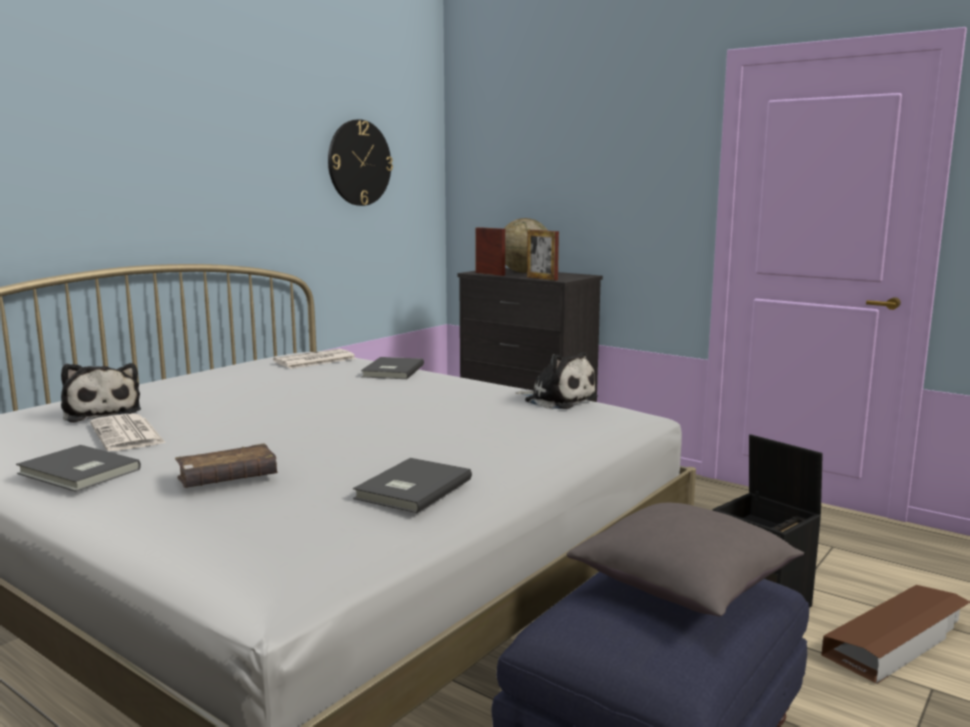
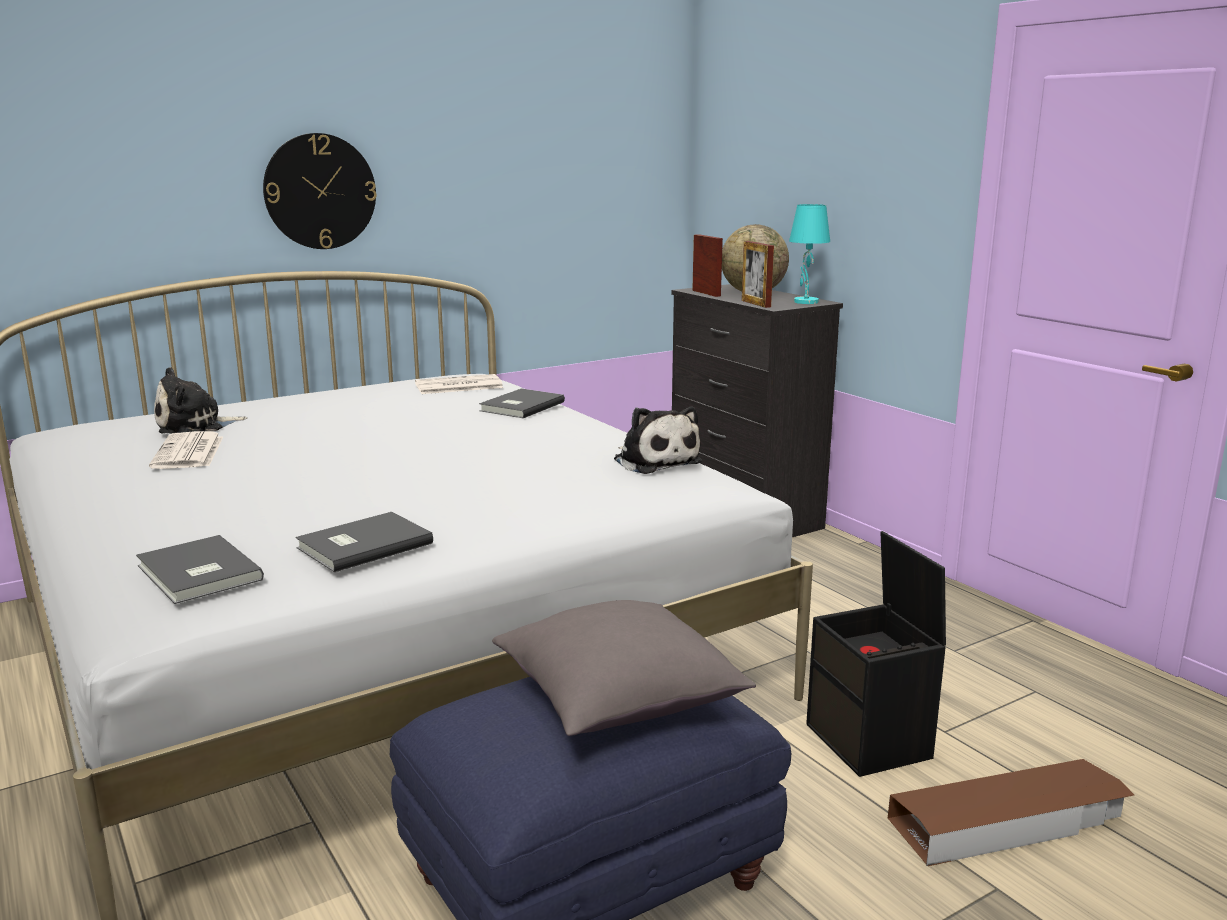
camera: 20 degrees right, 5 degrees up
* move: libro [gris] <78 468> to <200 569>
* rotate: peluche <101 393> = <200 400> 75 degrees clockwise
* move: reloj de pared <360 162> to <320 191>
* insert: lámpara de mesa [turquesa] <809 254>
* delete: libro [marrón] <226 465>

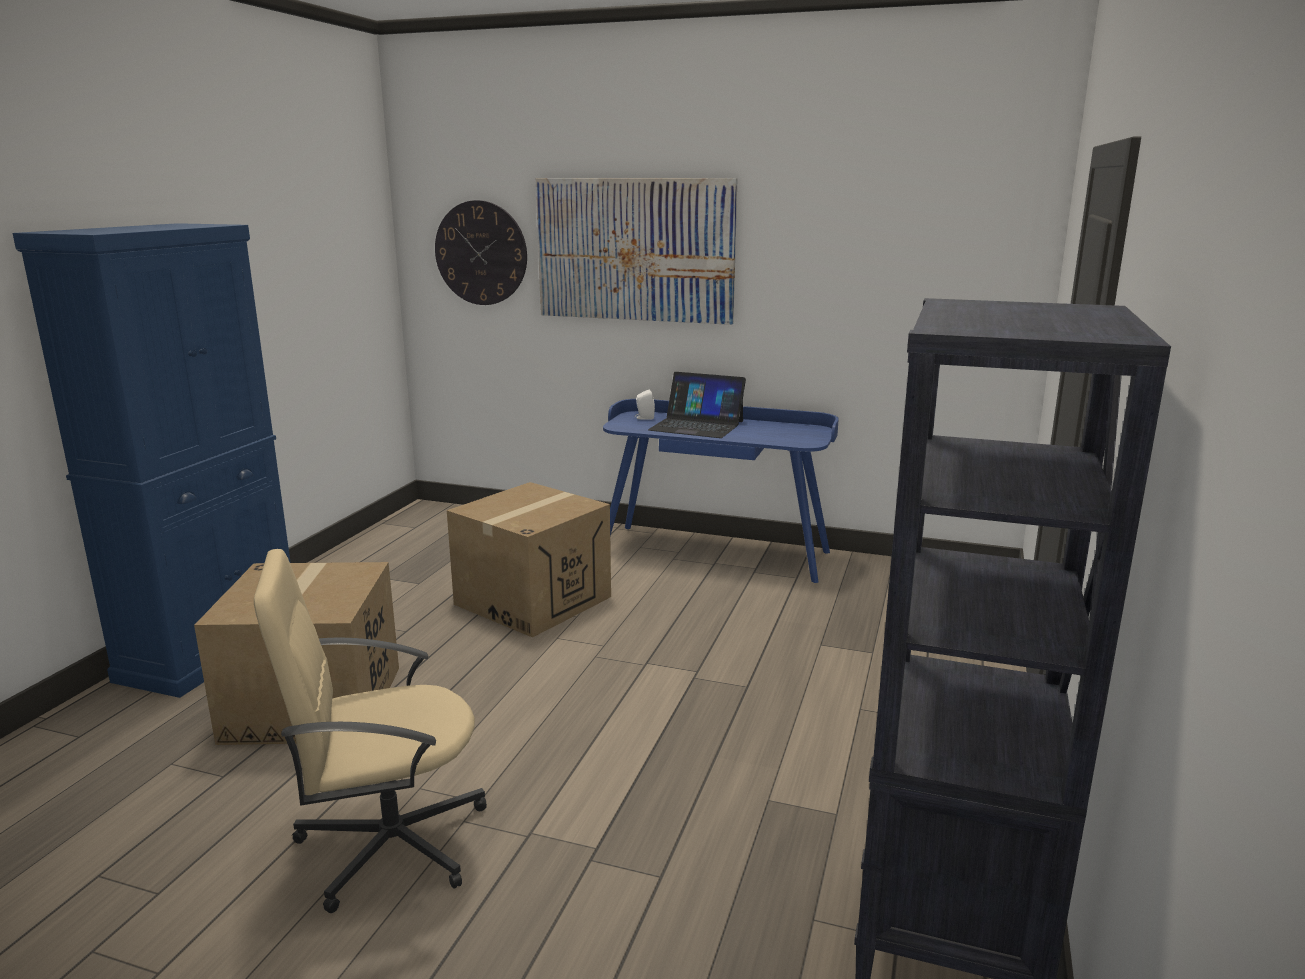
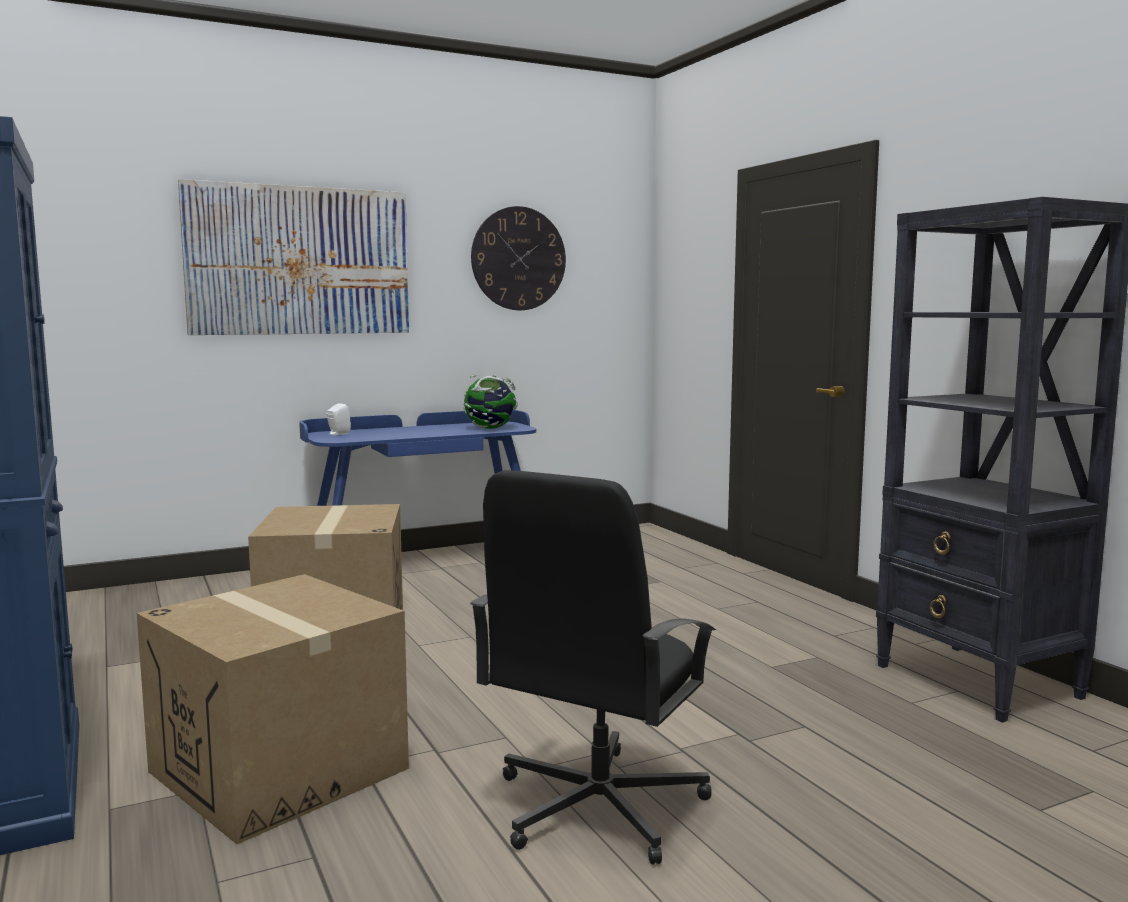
camera: 45 degrees left, 10 degrees down
* insert: globo terráqueo <490 401>
* recolor: silla de oficina [beis] <370 731> to silla de oficina [negro] <593 667>
* move: reloj de pared <481 252> to <518 258>
* delete: portátil <697 405>

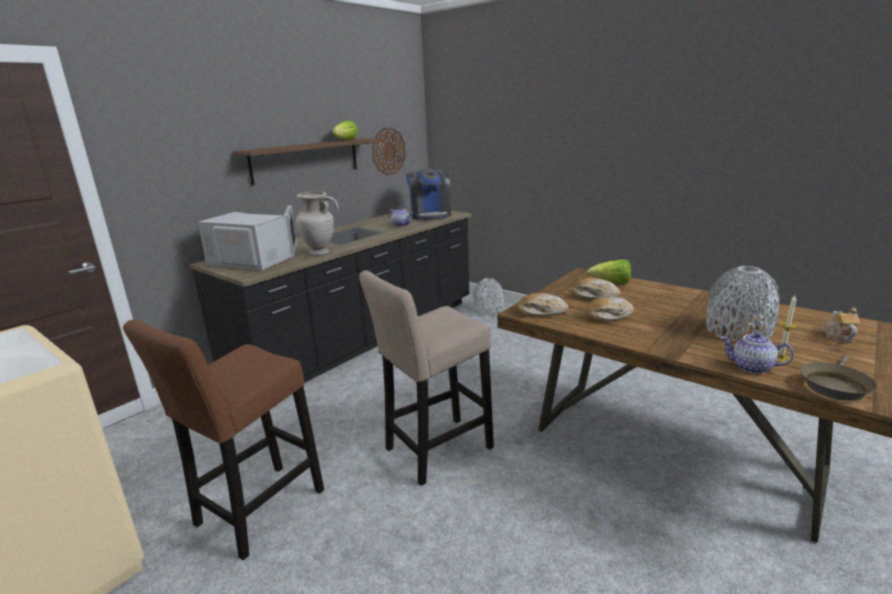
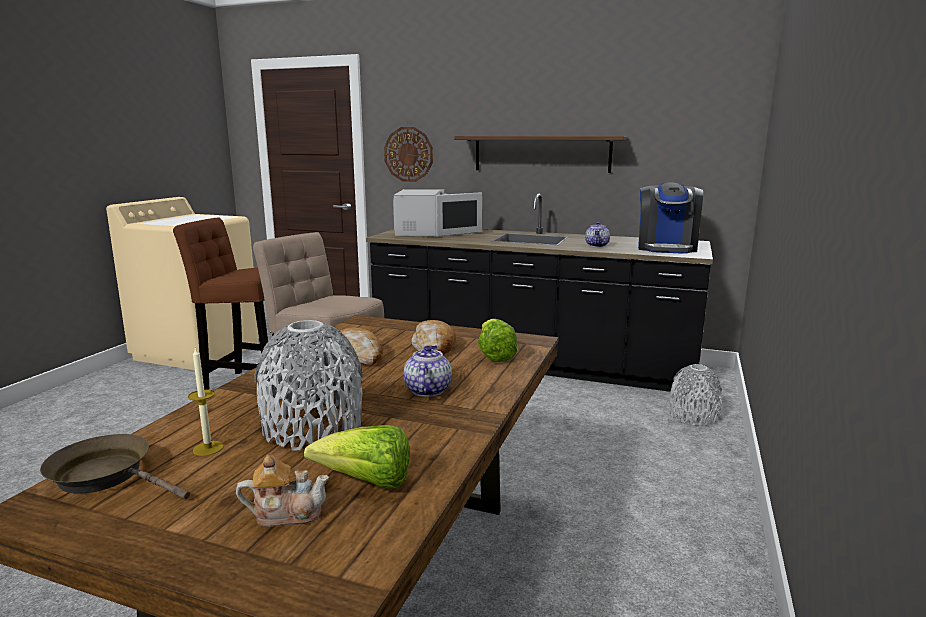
camera: 70 degrees right, 5 degrees down
* move: lechuga <345 130> to <357 457>
* move: reloj de pared <389 151> to <408 154>
* move: tetera <757 353> to <428 371>
* rotate: cafetera <428 194> = <670 218> 45 degrees counterclockwise
* delete: florero [beis] <315 223>
* delete: pan <543 304>

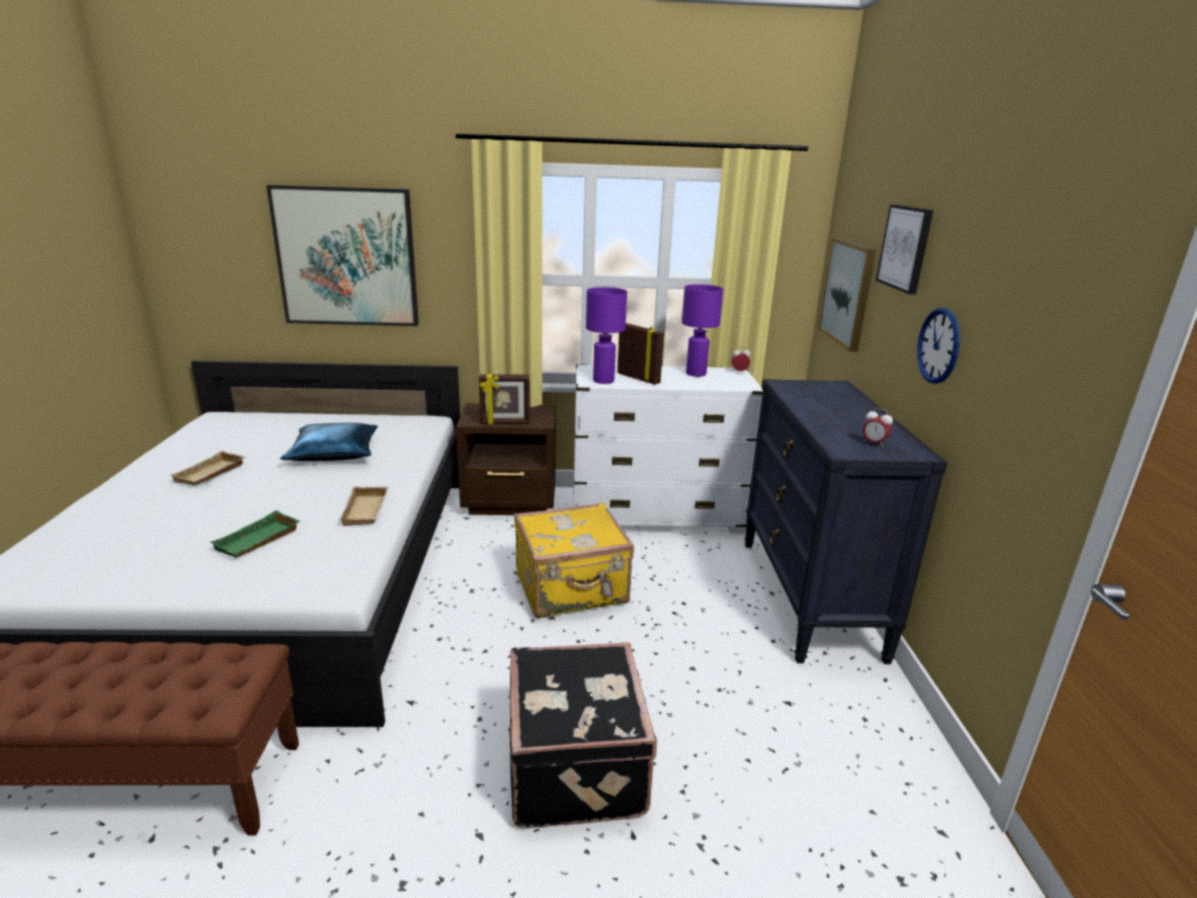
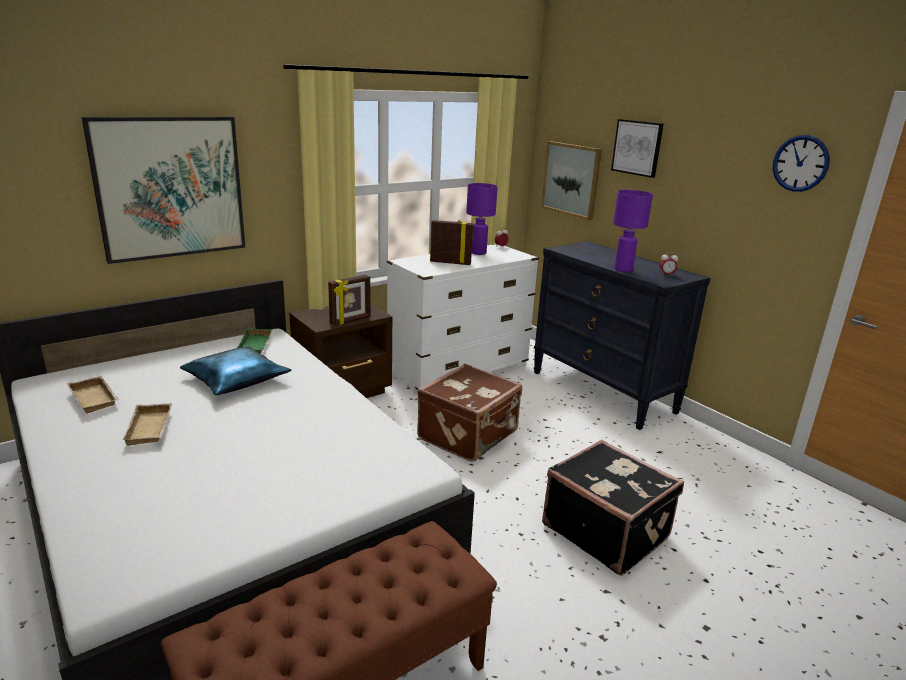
camera: 35 degrees left, 0 degrees up
* move: bandeja [beis] <363 506> to <93 395>
* move: bandeja [verde] <255 534> to <254 340>
* recolor: maleta [amarillo] <574 560> to maleta [marrón] <469 413>
* move: lámpara de mesa [morado] <606 335> to <633 231>
* move: reloj de pared <938 346> to <801 163>

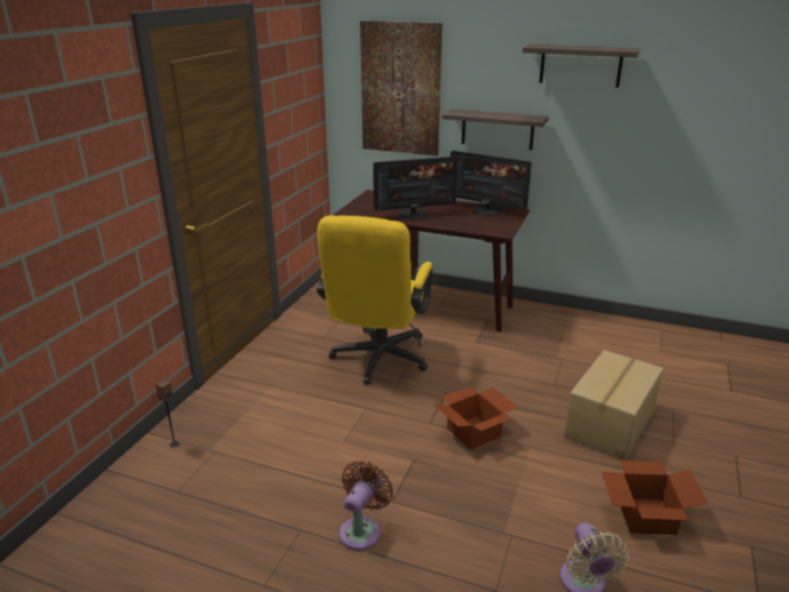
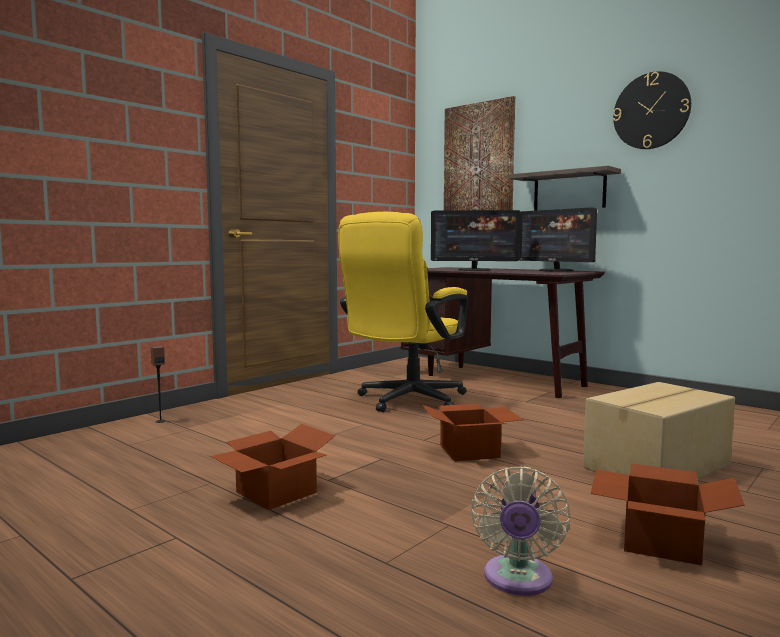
camera: 20 degrees right, 20 degrees down
* replace: ventilador [marrón] <366 506> to caja de cartón <273 467>
* replace: estante <581 66> to reloj de pared <652 110>

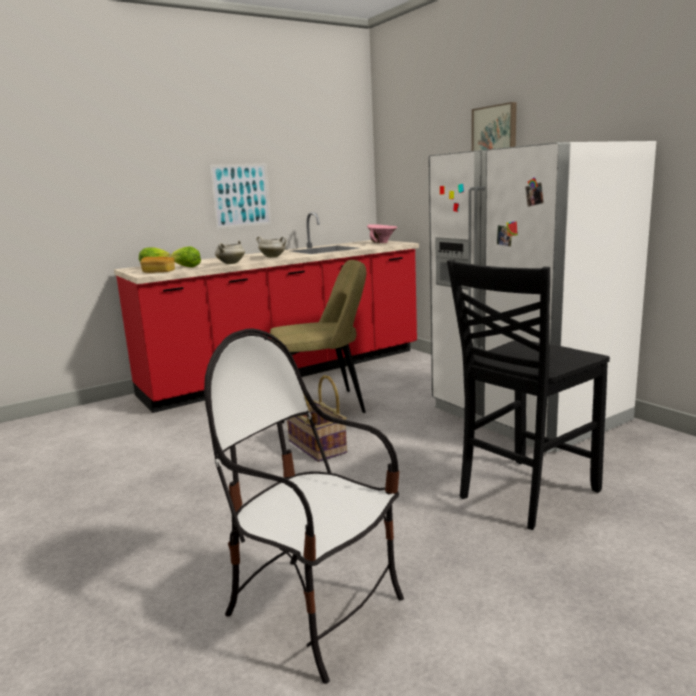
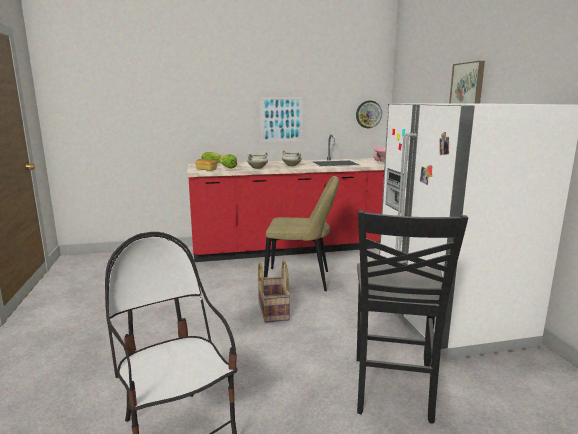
camera: 20 degrees right, 0 degrees up
* insert: reloj de pared <369 114>
* rotate: silla [negro] <528 394> = <412 317> 60 degrees counterclockwise

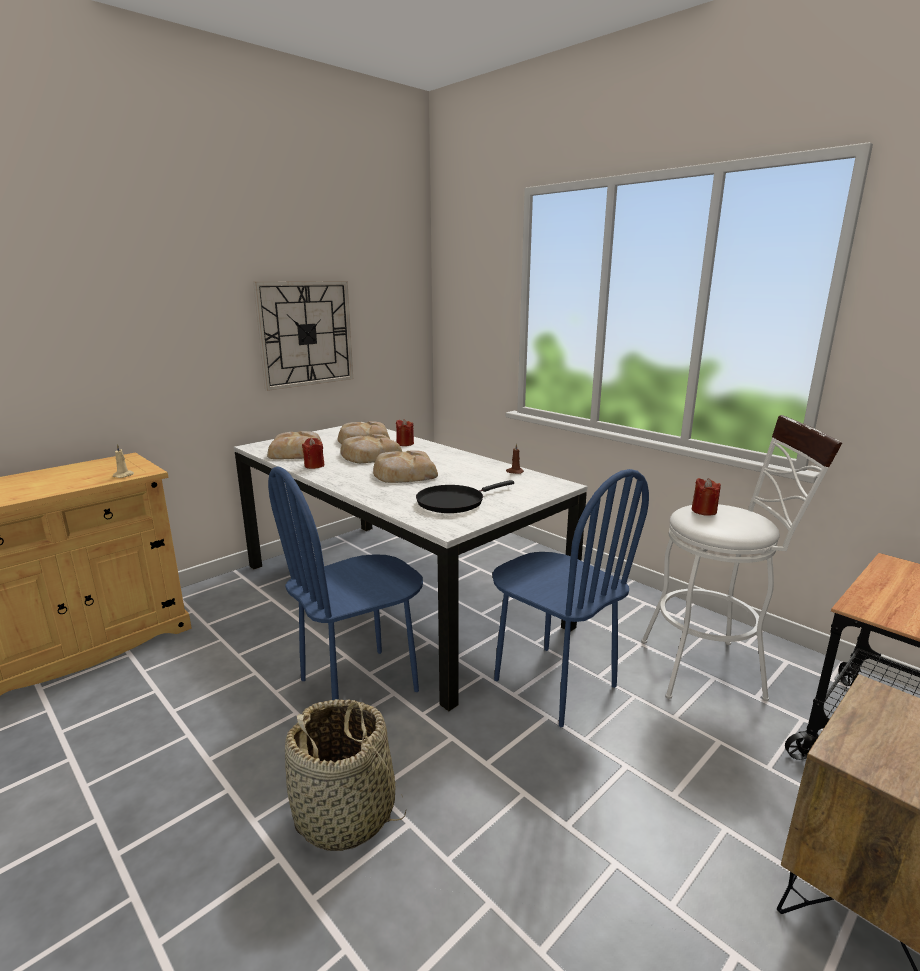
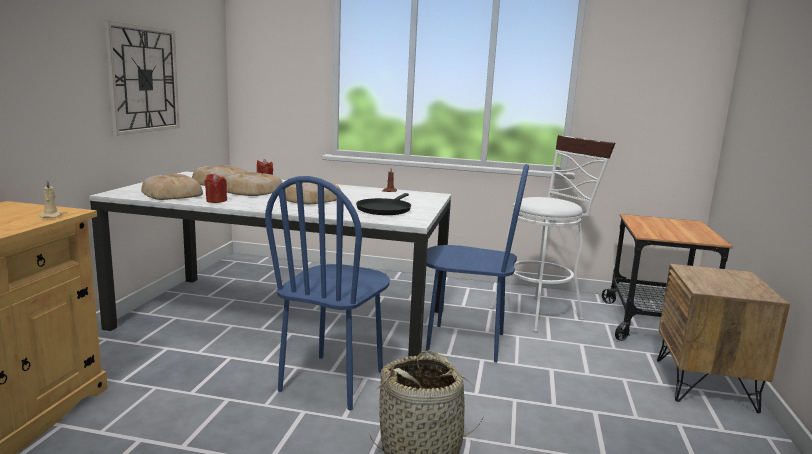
camera: 35 degrees left, 5 degrees down
* delete: vela [rojo] <706 497>

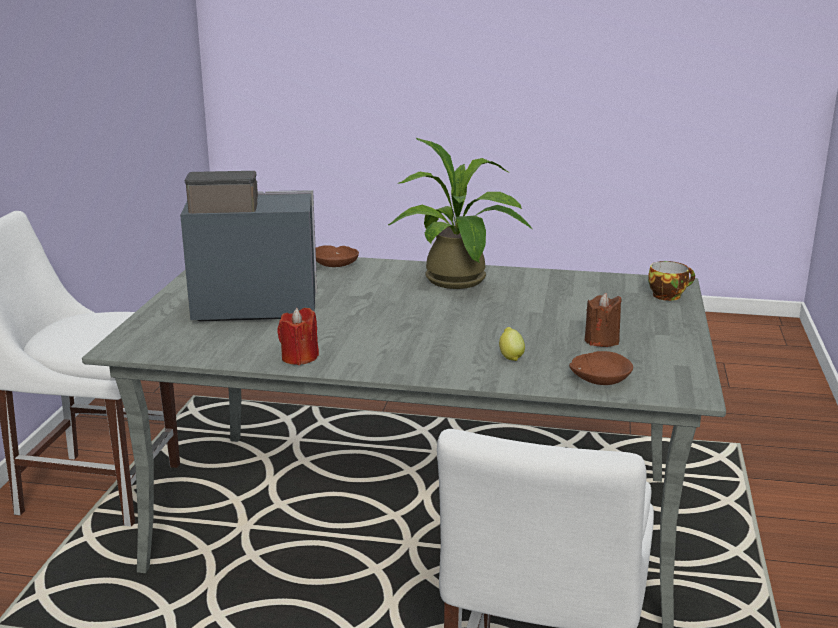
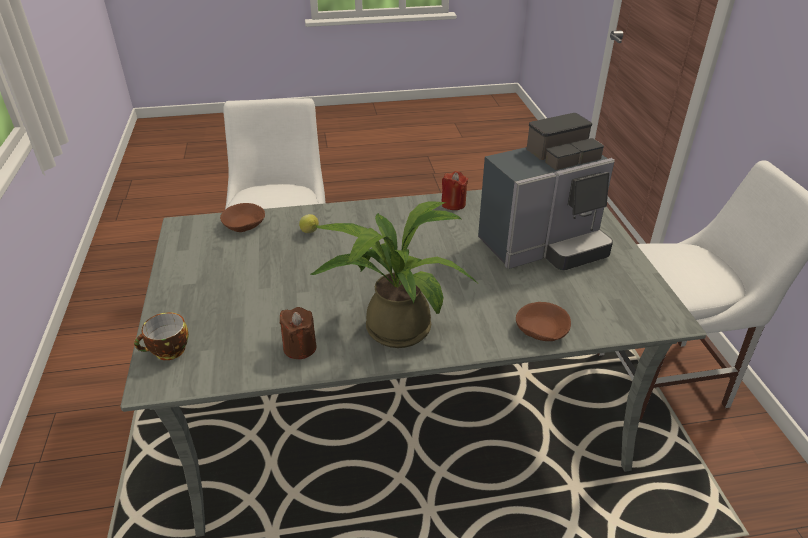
camera: 160 degrees right, 15 degrees up
* move: vela [marrón] <603 320> to <298 333>

